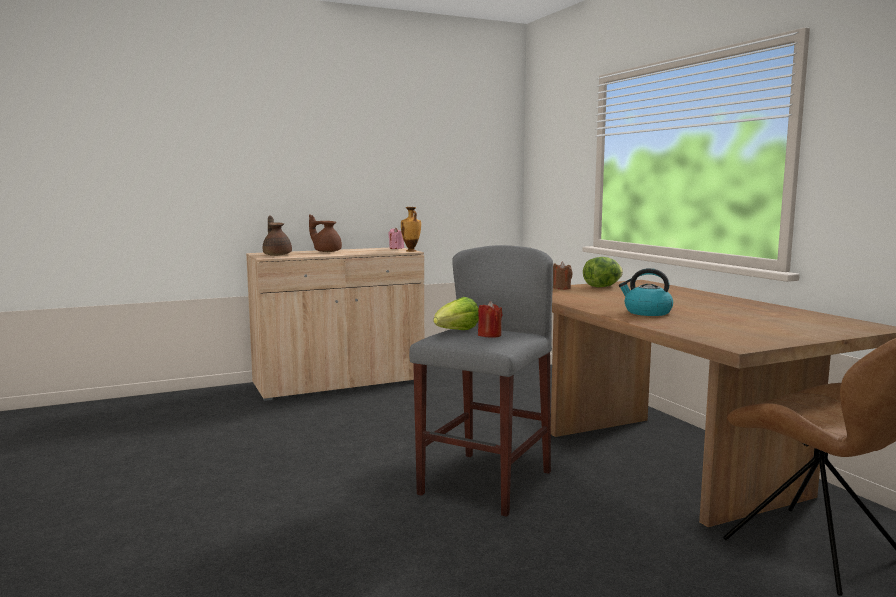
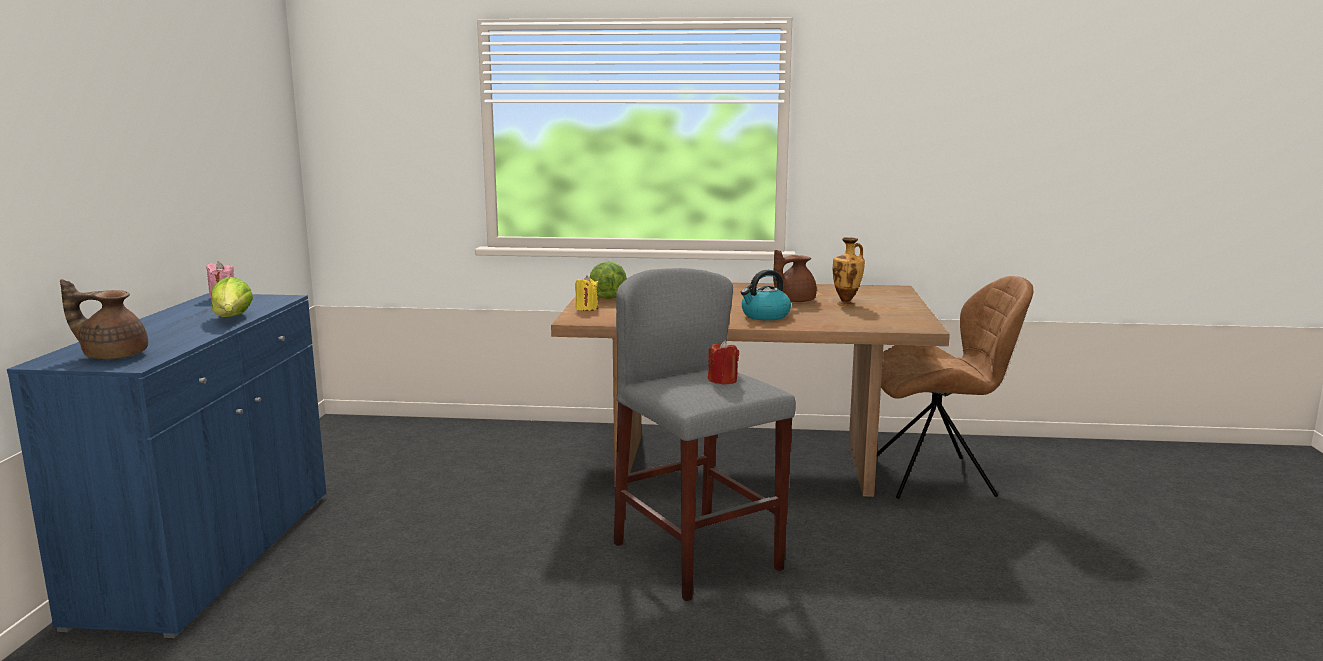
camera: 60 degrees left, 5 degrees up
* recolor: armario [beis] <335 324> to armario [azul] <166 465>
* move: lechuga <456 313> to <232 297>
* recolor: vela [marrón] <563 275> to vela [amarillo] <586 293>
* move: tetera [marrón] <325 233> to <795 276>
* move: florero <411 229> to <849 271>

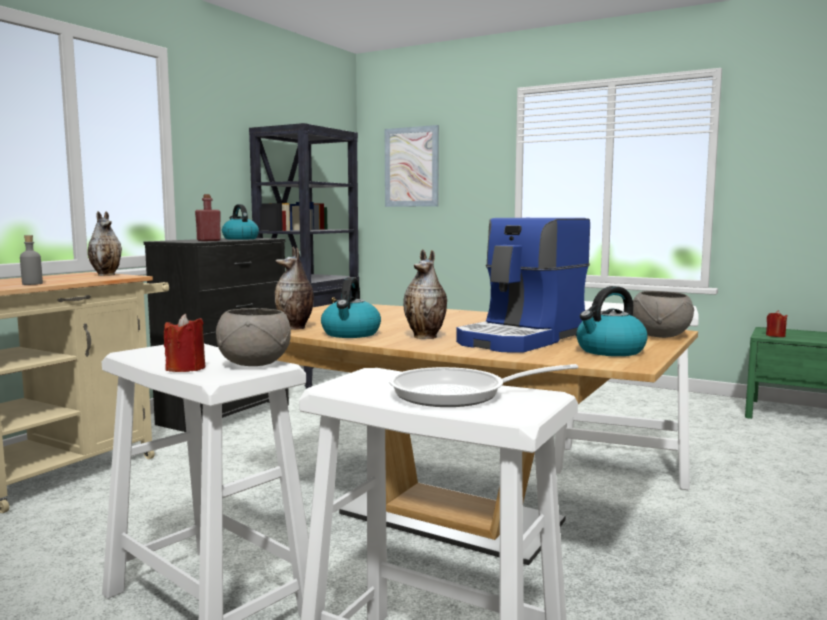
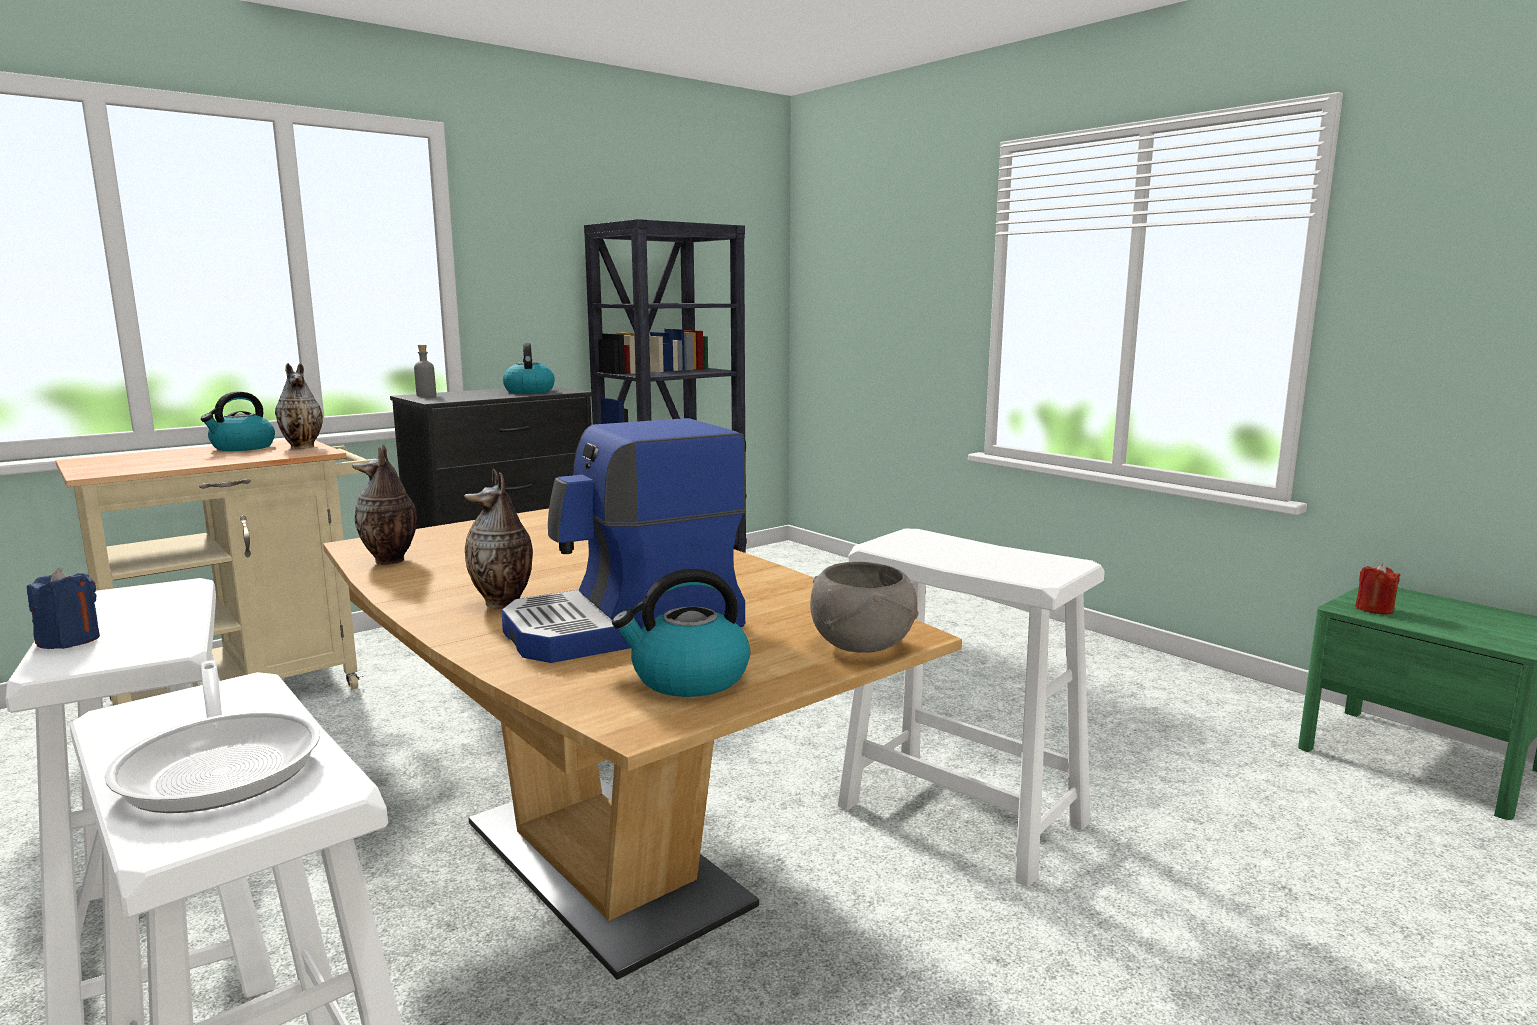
camera: 20 degrees right, 5 degrees up
* recolor: vela [rojo] <184 343> to vela [azul] <63 608>
* rotate: sartén <483 385> = <212 736> 135 degrees counterclockwise
* move: hervidor <351 307> to <238 421>
* move: botella [gris] <31 260> to <425 371>
* delete: botella [rojo] <208 217>
* delete: cuenco [gris] <253 337>
* delete: cuadro <412 166>

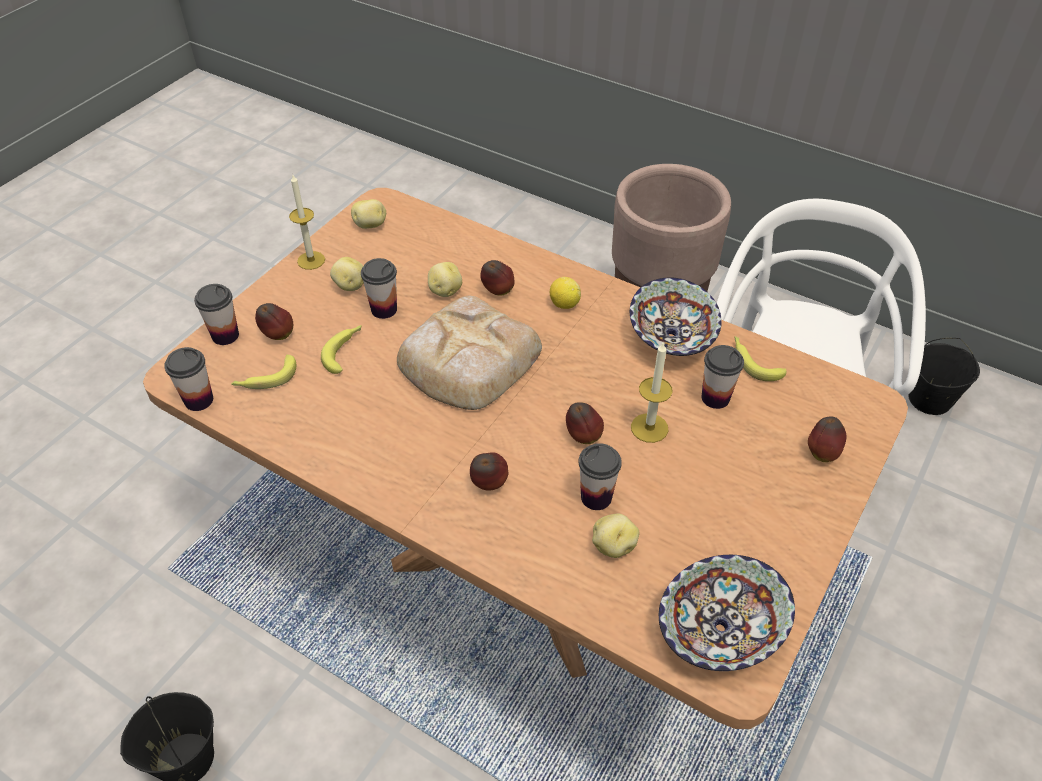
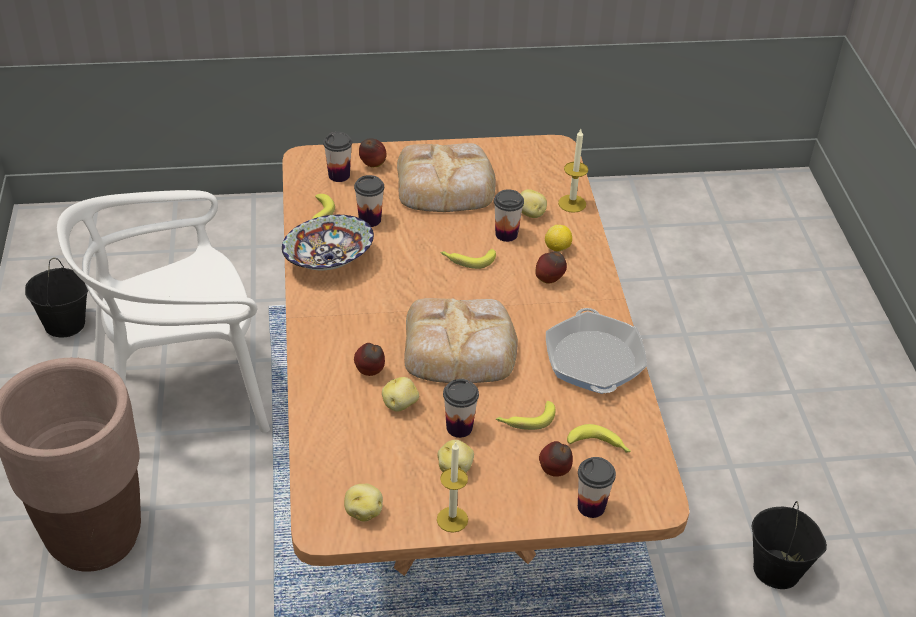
camera: 130 degrees left, 5 degrees down
* move: taza <188 379> to <337 157>
* insert: pan <446 177>
* replace: manzana <585 423> to plátano <468 259>
* move: limón <565 293> to <558 238>
* insert: sartén <596 351>
* move: vela <652 392> to <573 171>
* delete: cuenco <727 613>

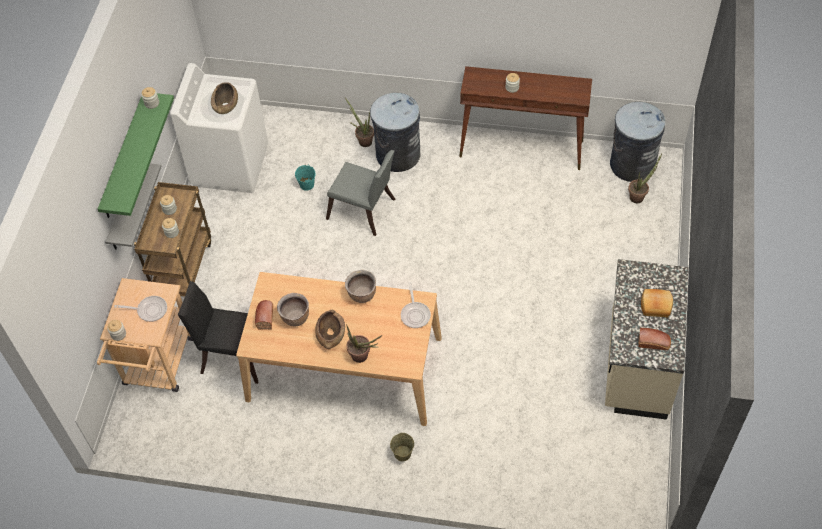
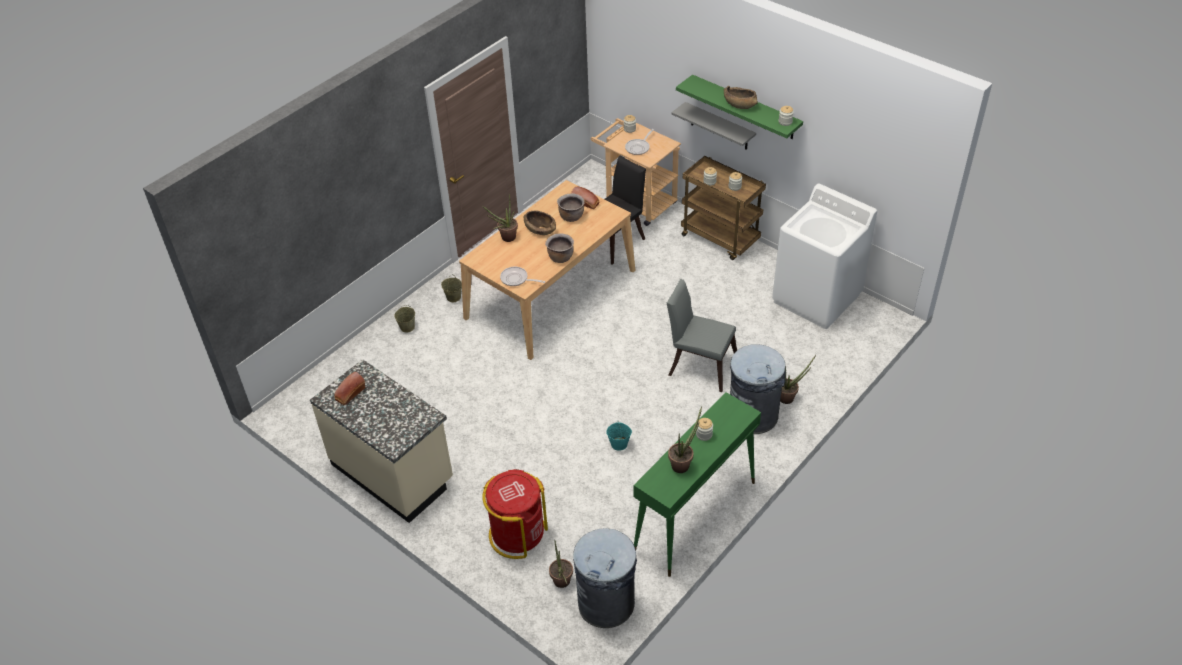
camera: 120 degrees right, 10 degrees down
* insert: cubo [beis] <404 318>
* insert: papelera [rojo] <515 514>
* move: cubo [turquesa] <305 177> to <619 435>
* recolor: mesa consola [marrón] <525 118> to mesa consola [verde] <697 484>
* rotate: silla [gris] <360 193> = <702 335> 60 degrees clockwise
* insert: planta en maceta <685 439>
* move: cuenco [marrón] <224 98> to <741 97>
* delete: pan <657 303>

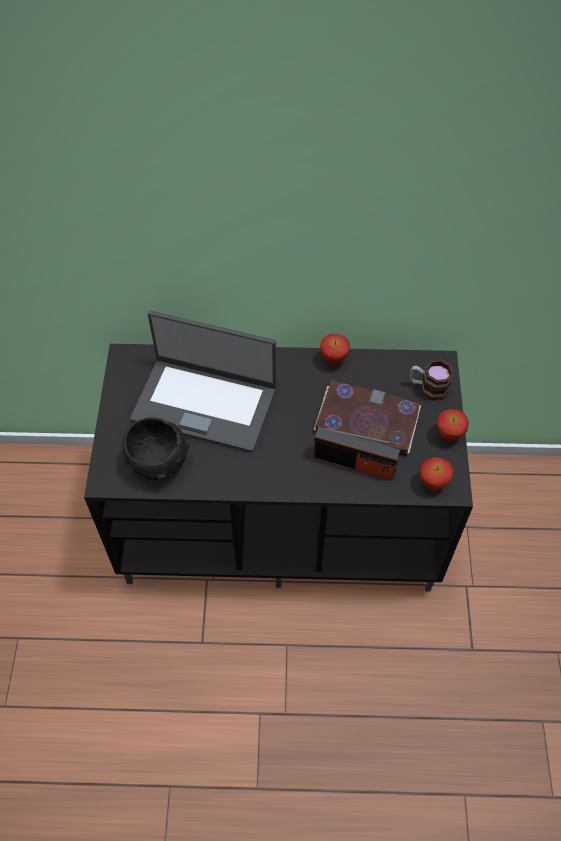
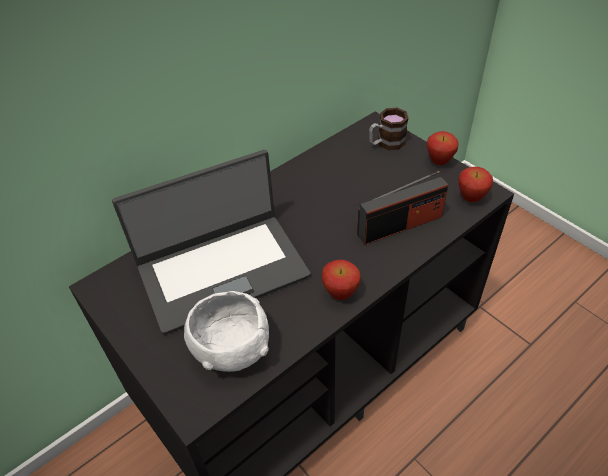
camera: 40 degrees left, 10 degrees down
* recolor: cuenco [negro] <156 449> to cuenco [blanco] <226 331>
* move: manzana <335 349> to <341 280>
* delete: libro <367 418>

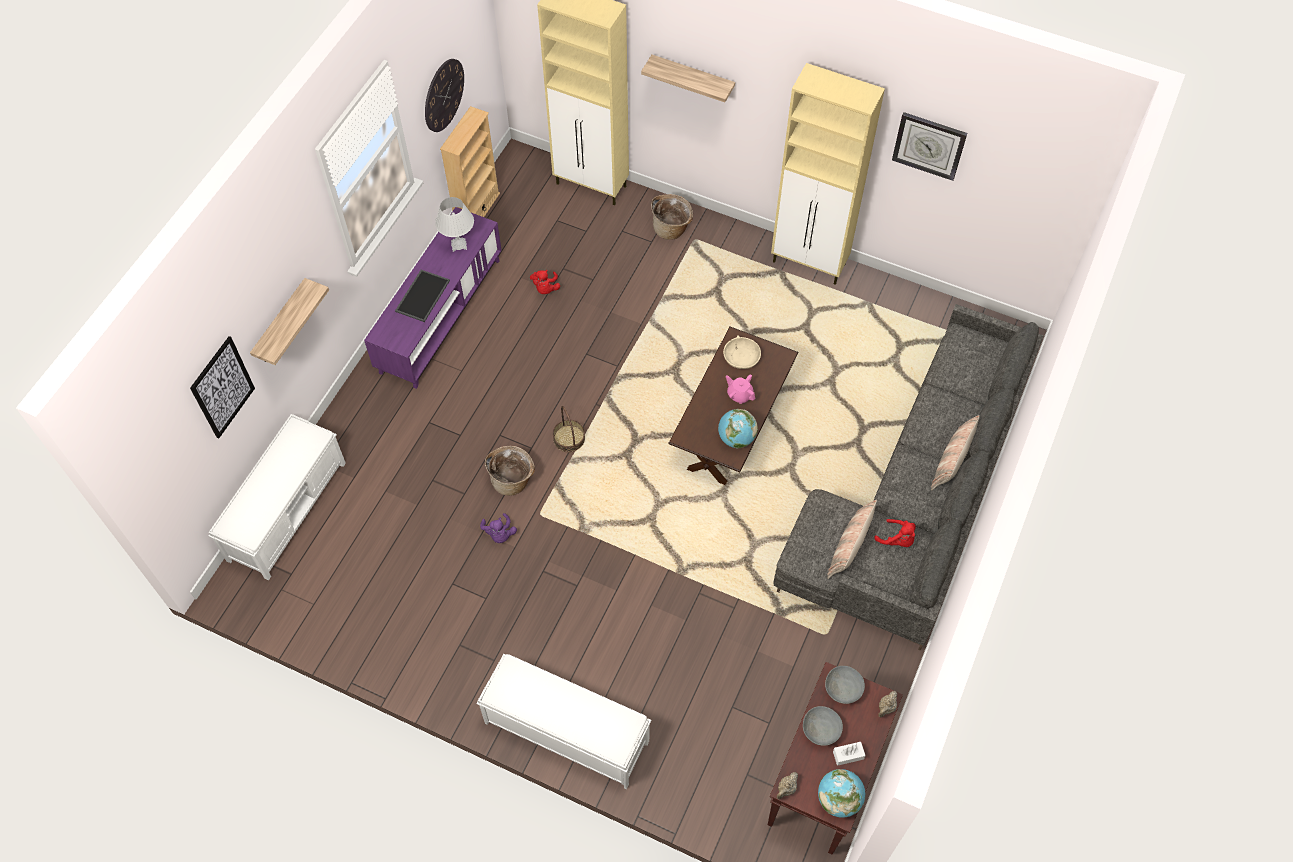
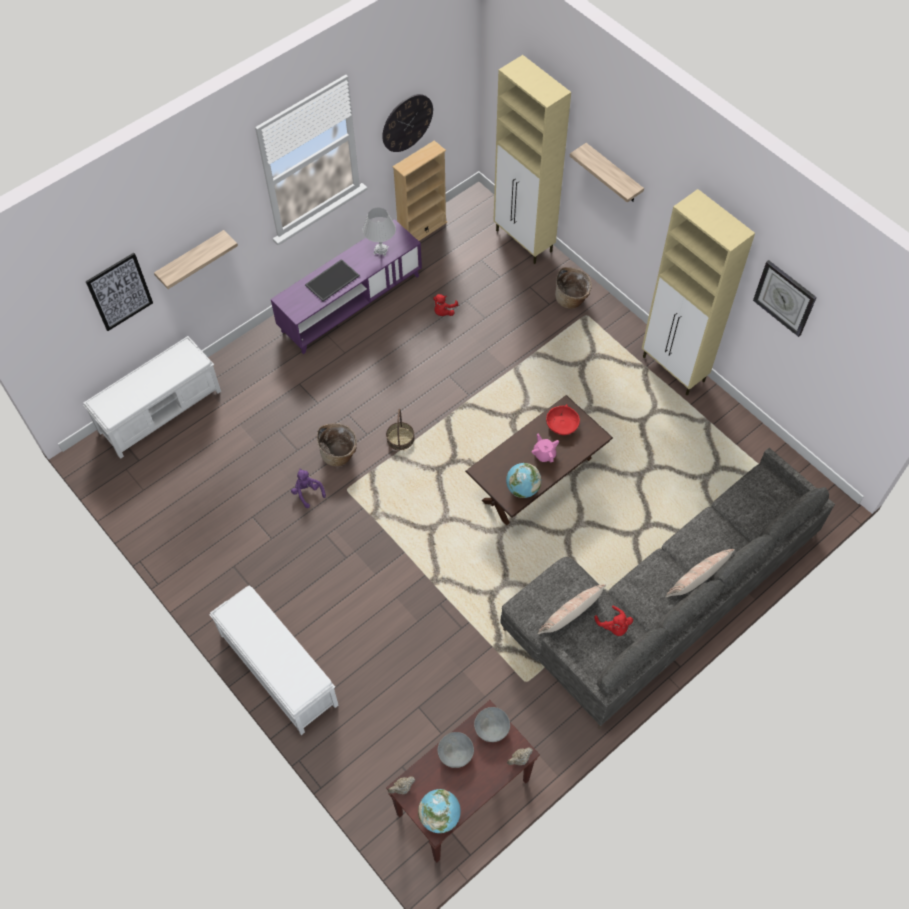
camera: 25 degrees right, 0 degrees up
* rotate: peluche [morado] <498 528> = <308 488> 135 degrees clockwise
* recolor: cuenco [beis] <742 352> to cuenco [rojo] <563 419>
* delete: caja de pañuelos [blanco] <849 754>

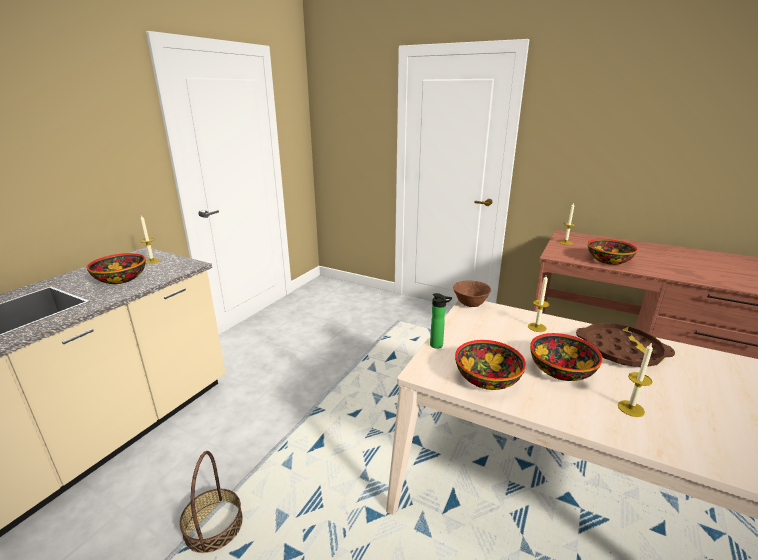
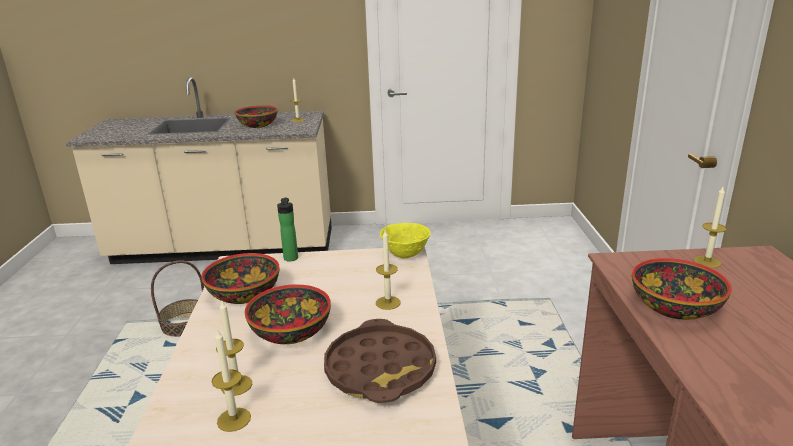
camera: 60 degrees right, 0 degrees up
* insert: vela <231 380>
* recolor: cuenco [marrón] <472 293> to cuenco [amarillo] <405 241>

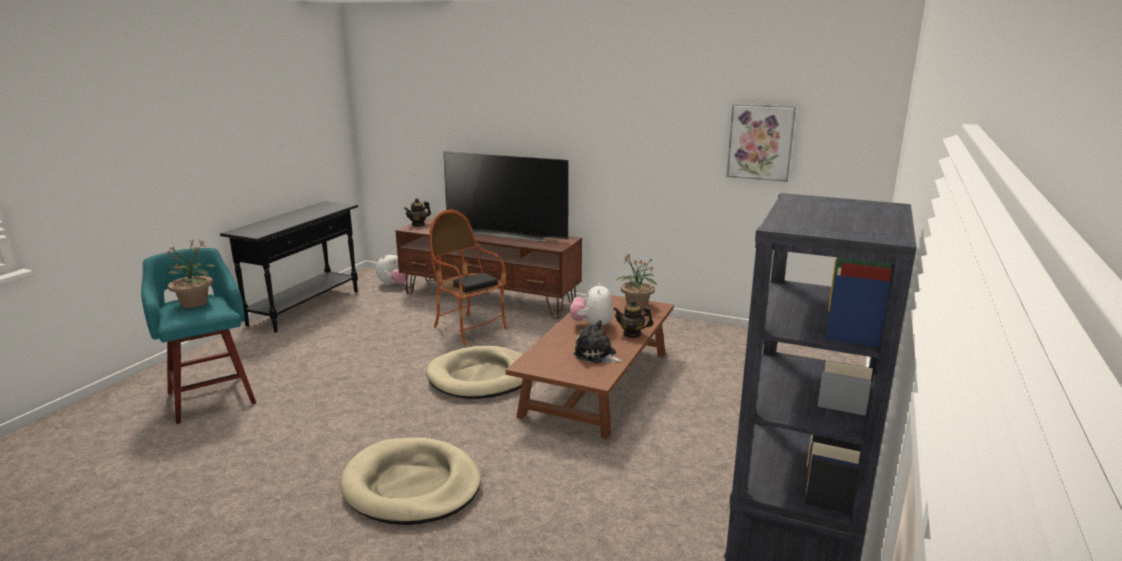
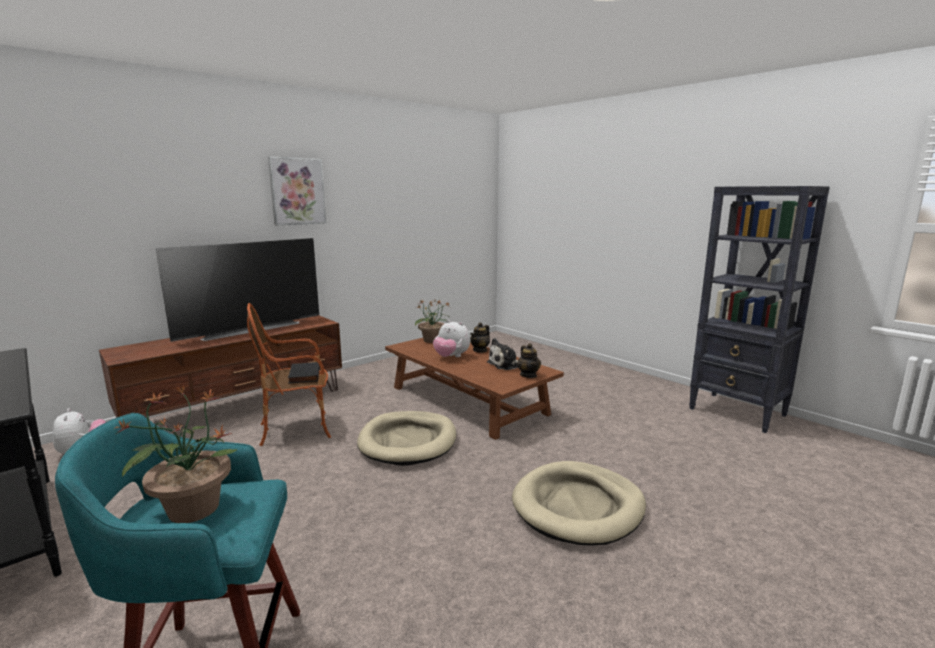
camera: 65 degrees left, 5 degrees down
* move: cuadro <761 143> to <297 191>
* move: tetera <417 212> to <529 360>

